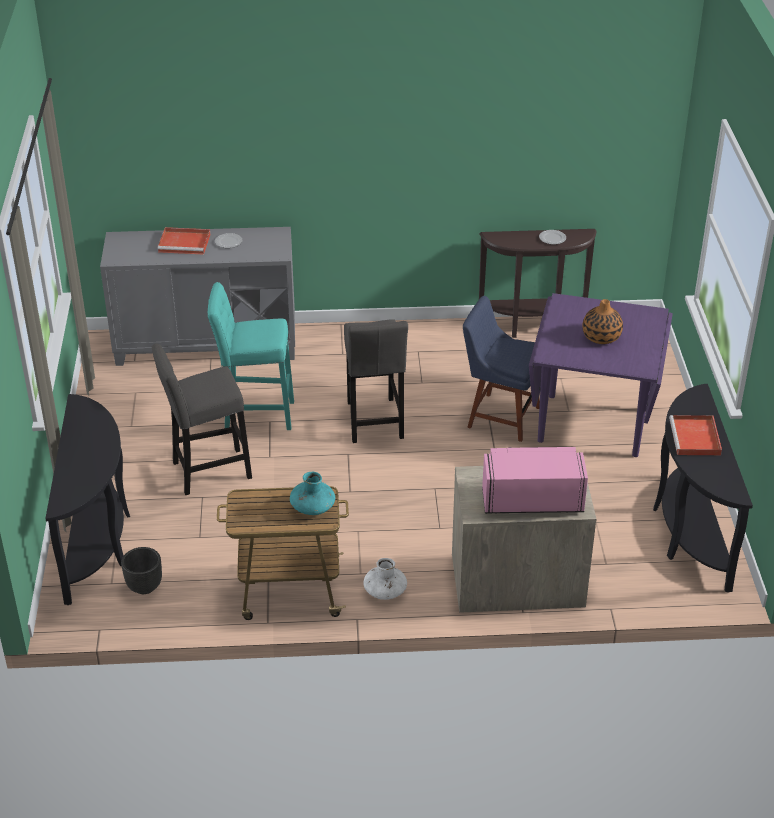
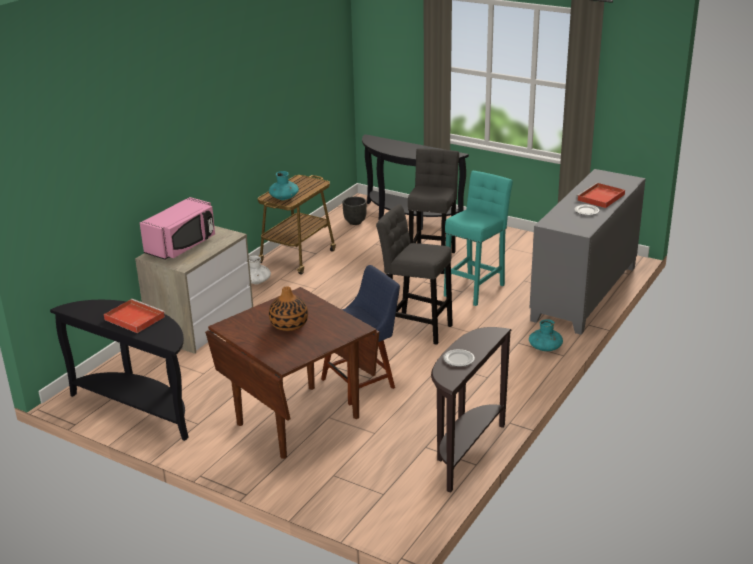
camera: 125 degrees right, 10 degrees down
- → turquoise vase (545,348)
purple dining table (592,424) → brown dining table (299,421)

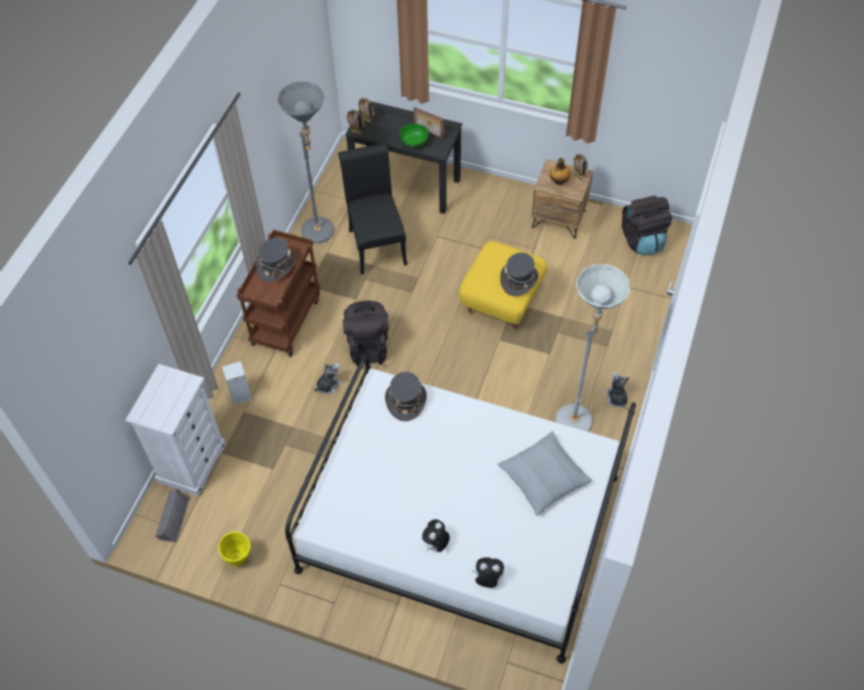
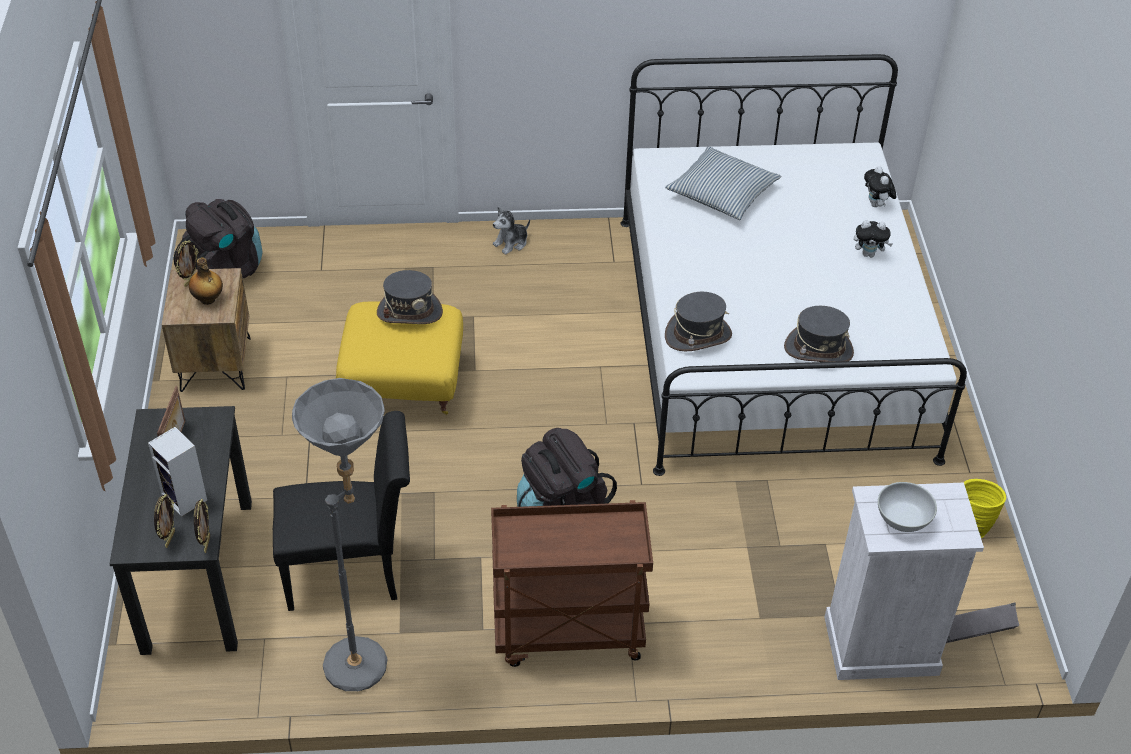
camera: 115 degrees left, 10 degrees down
plush toy (328,385) → -
green bowl (414,143) → -
grey floor lamp (577,414) → -
- → white bowl (903,521)
speaker (240,396) → speaker (186,499), shifted
grey hat (276,266) → grey hat (818,349), shifted
black chair (376,243) → black chair (351,571), 150 degrees counterclockwise

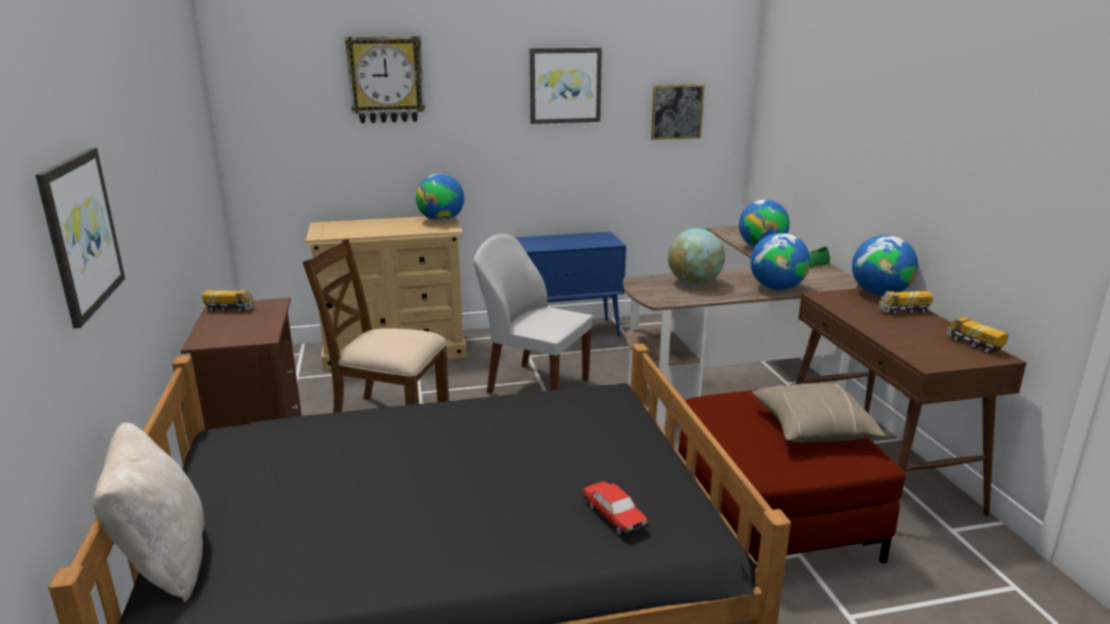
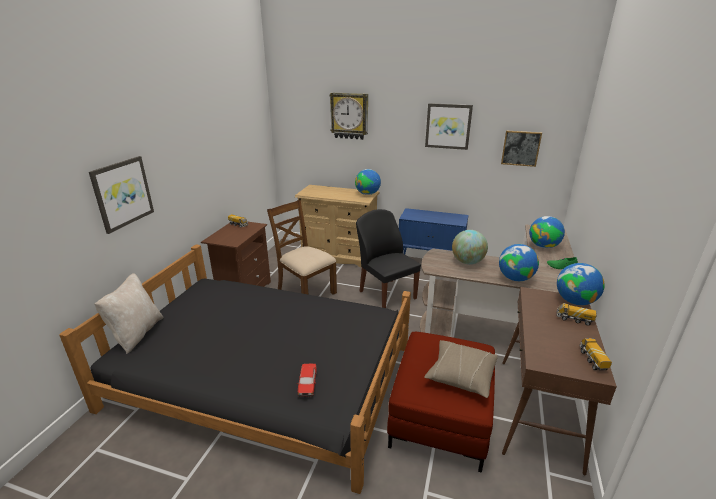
camera: 30 degrees right, 5 degrees up
white chair (535,385) → black chair (386,294)

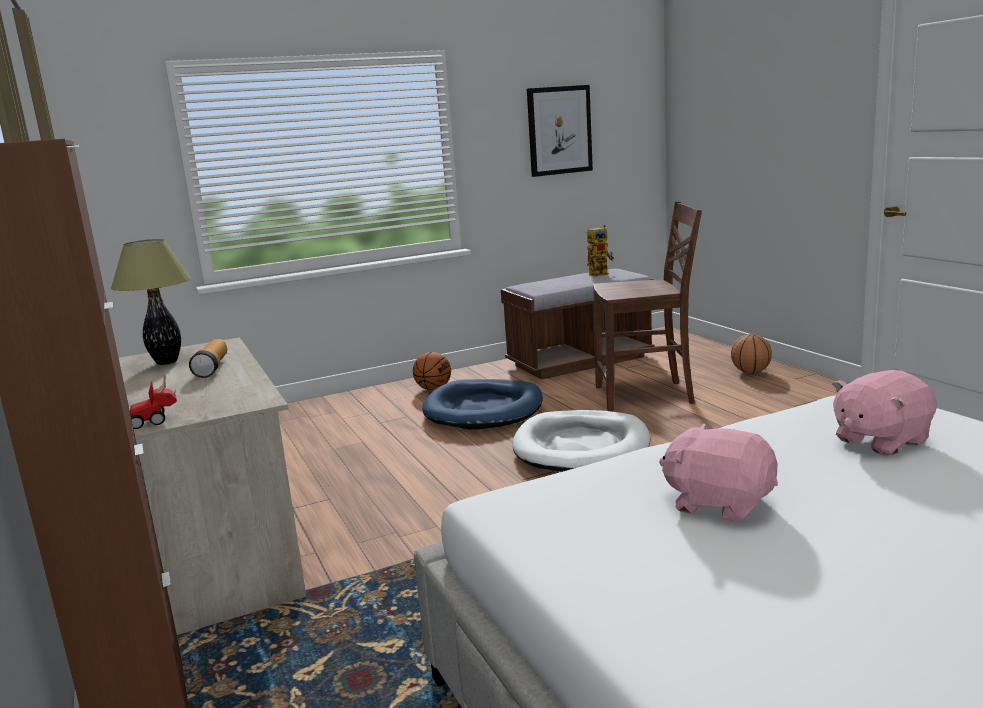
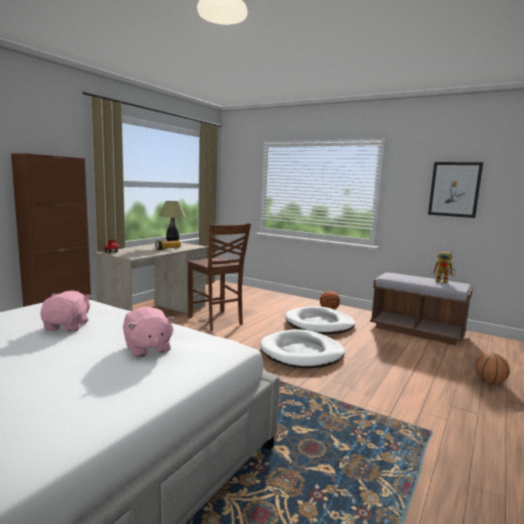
camera: 55 degrees right, 5 degrees down
brown chair (646,396) → brown chair (216,321), shifted
blue dog bed (484,409) → white dog bed (319,324)
pink plush toy (880,440) → pink plush toy (147,348), 150 degrees counterclockwise

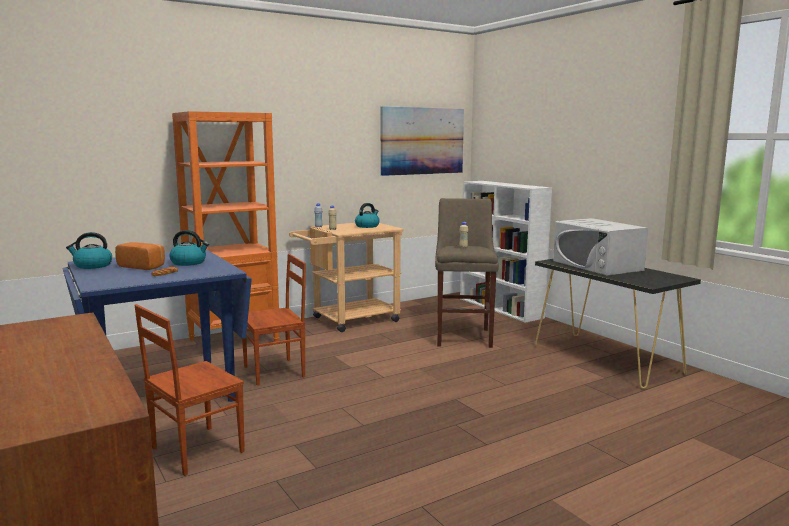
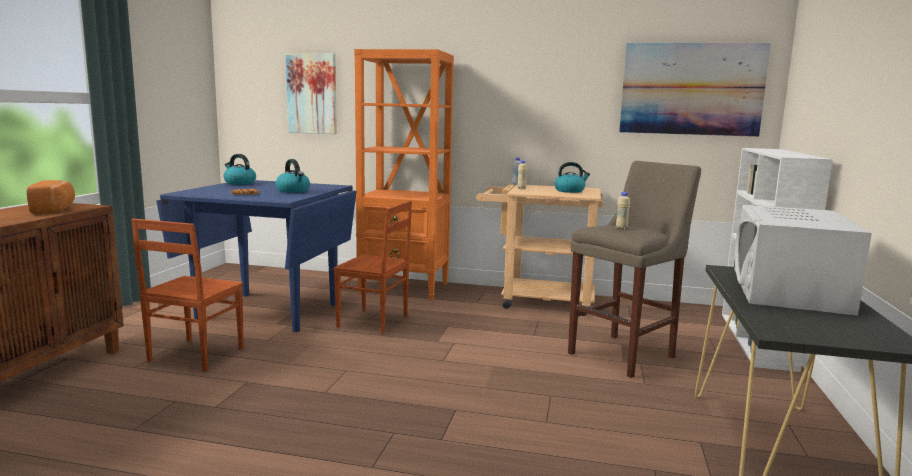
camera: 45 degrees right, 0 degrees up
- → picture (312,93)
bread (143,266) → bread (54,209), shifted
brown chair (195,450) → brown chair (194,355), 75 degrees counterclockwise

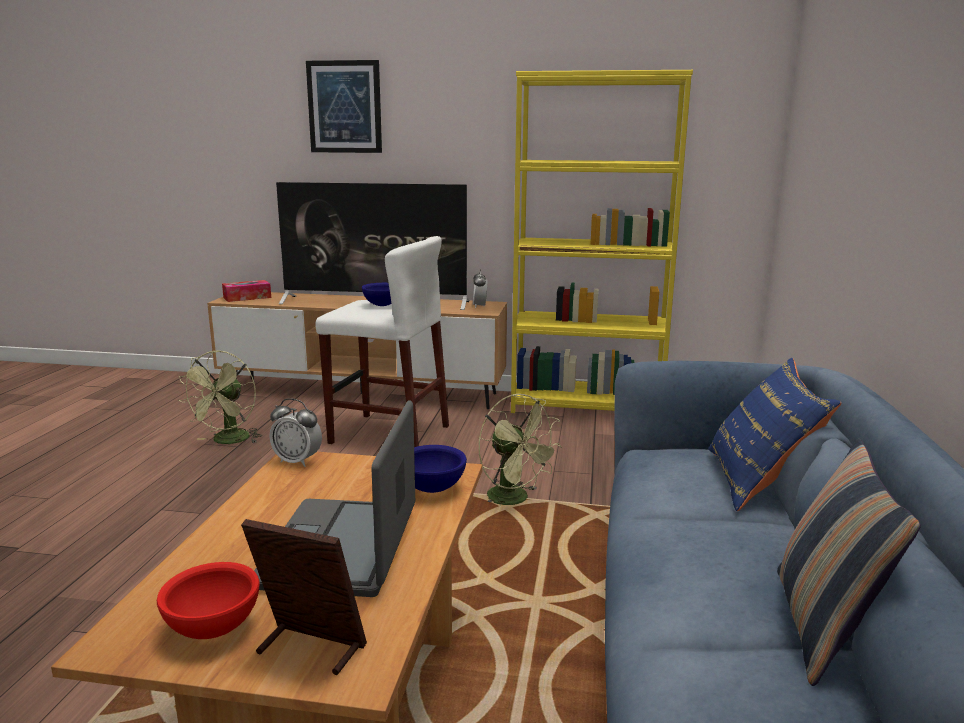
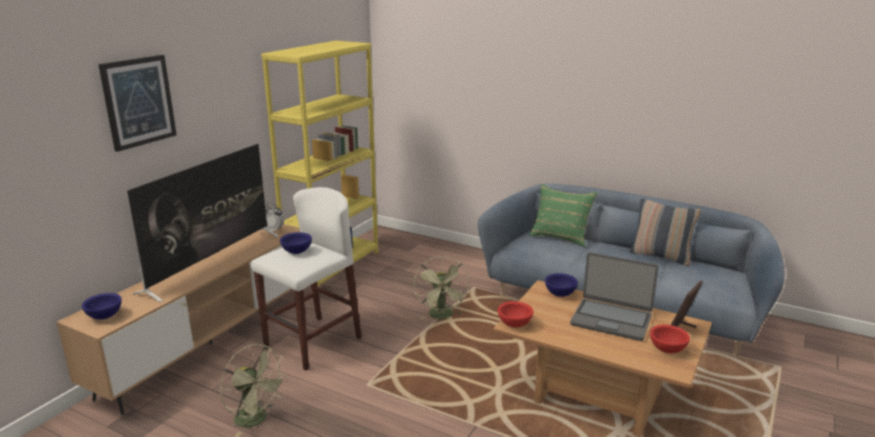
camera: 70 degrees left, 5 degrees up
tissue box (247,297) → blue bowl (105,316)
alarm clock (297,461) → red bowl (514,324)
blue pillow (758,481) → green pillow (561,236)
green fan (515,500) → green fan (442,316), 105 degrees clockwise

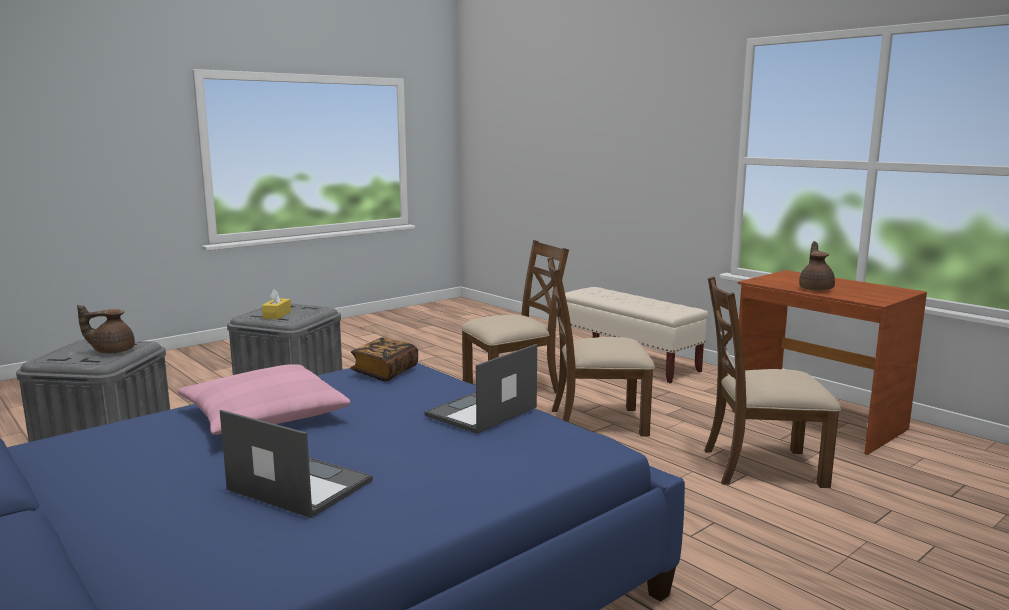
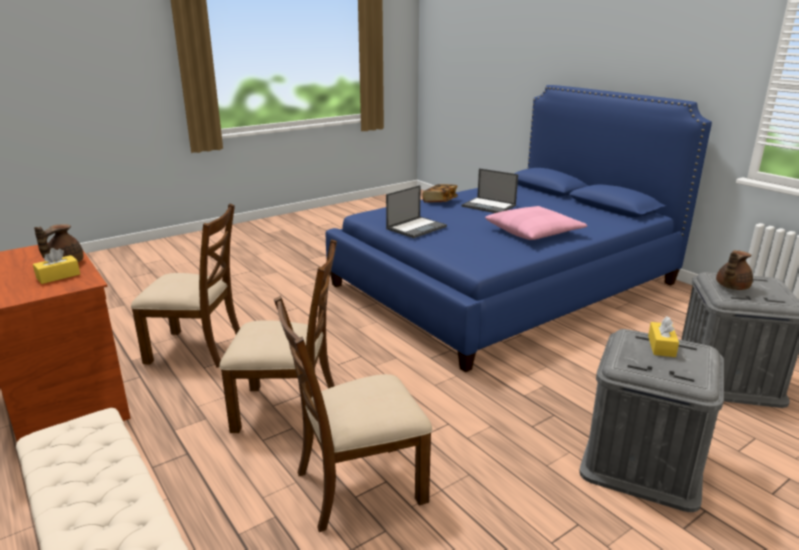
camera: 175 degrees left, 10 degrees up
- → yellow tissue box (58,276)
book (385,372) → book (440,201), shifted
brown teapot (112,351) → brown teapot (731,286), 150 degrees clockwise

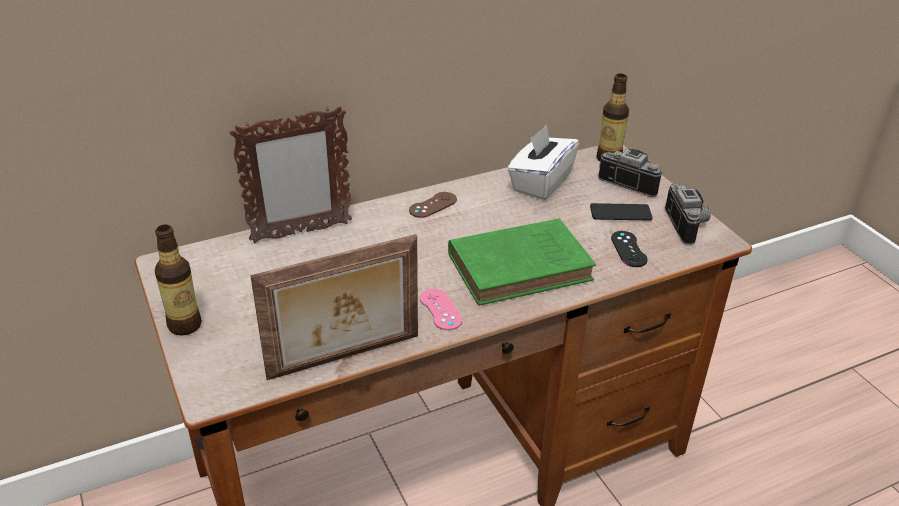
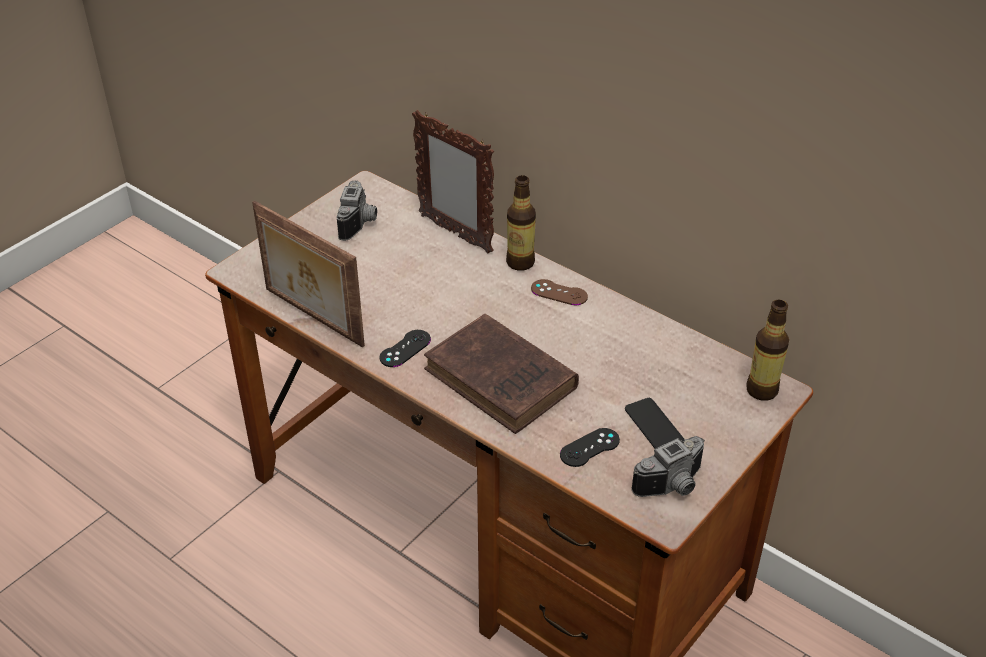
camera: 65 degrees right, 5 degrees up
white tissue box (540,183) → -
bottle (185,325) → bottle (520,262), shifted
photo camera (631,182) → photo camera (360,223), shifted
pink game controller (440,309) → black game controller (405,348)
green book (523,267) → brown book (503,381)

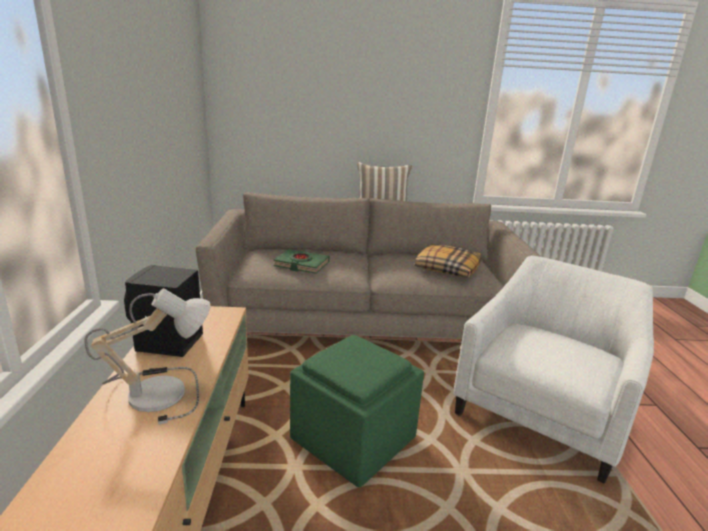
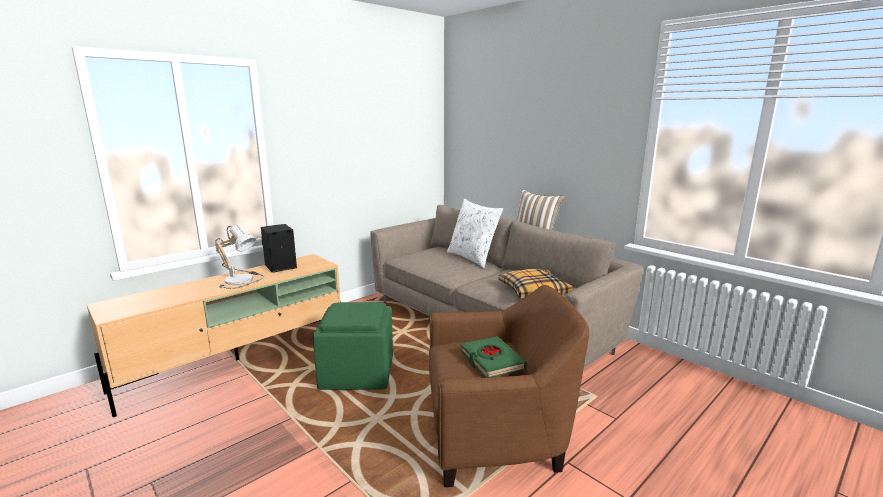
camera: 50 degrees right, 5 degrees down
- → white pillow (472,258)
green book (301,265) → green book (491,361), shifted
white armchair (541,412) → brown armchair (496,432)

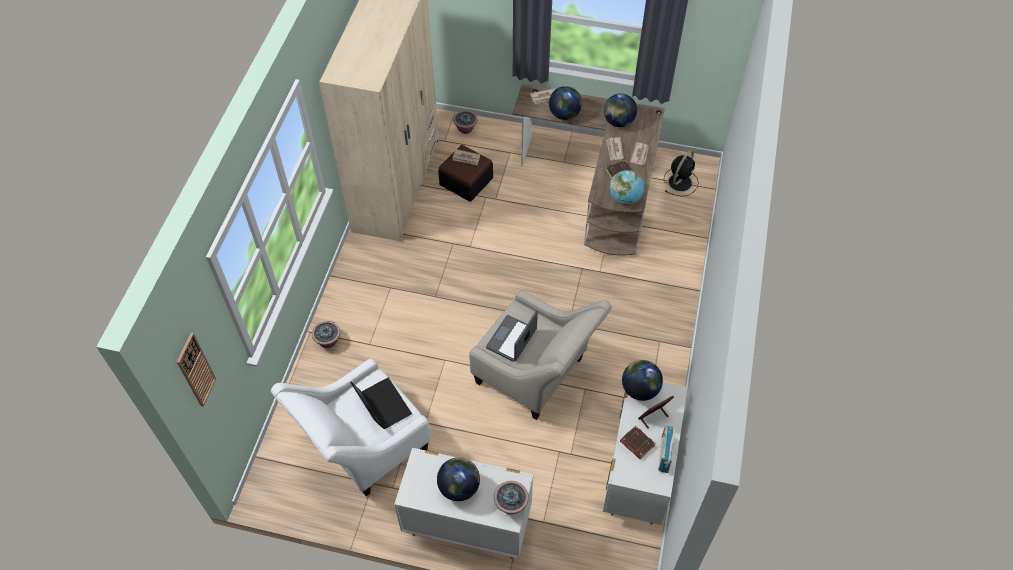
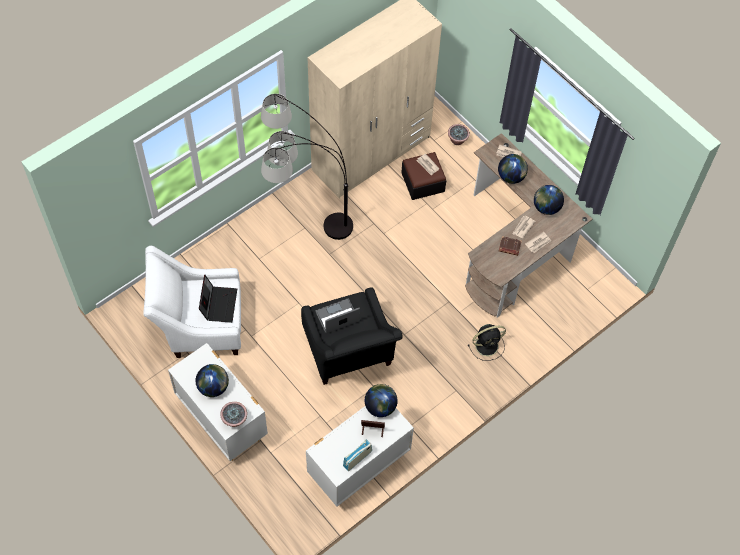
camera: 35 degrees right, 5 degrees up
wall clock (196,370) → -
potted plant (328,341) → -
globe (625,198) → -
brown book (636,443) → -
- → floor lamp (301,228)
black fan (680,182) → black fan (487,345), shifted
beige armchair (536,375) → black armchair (349,355)

